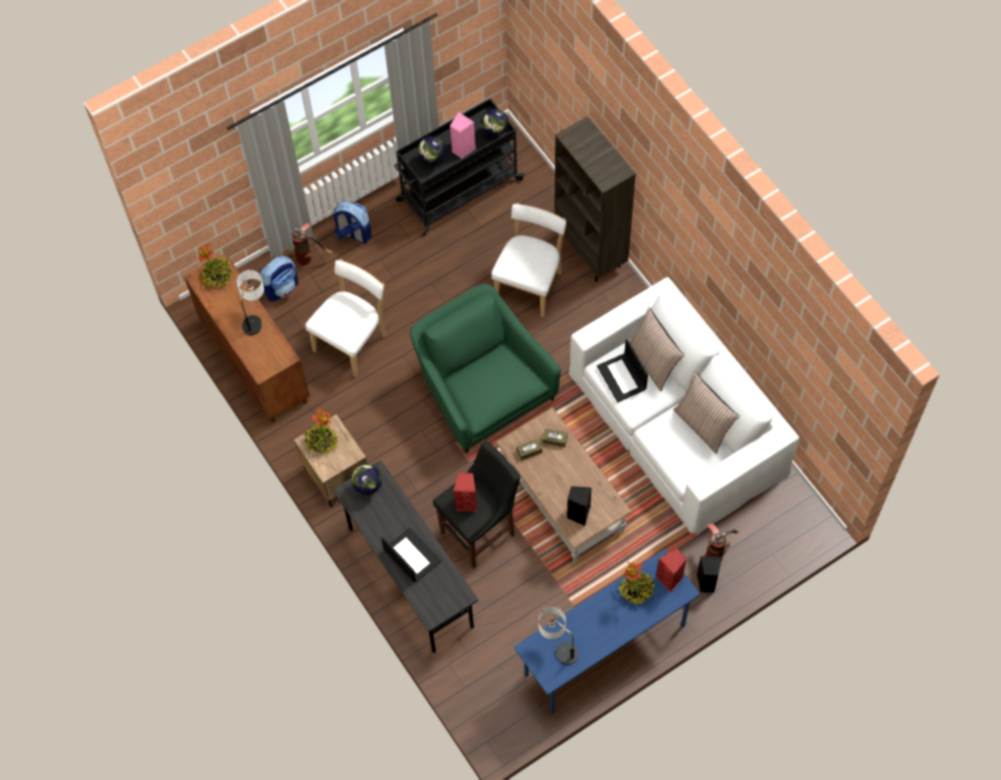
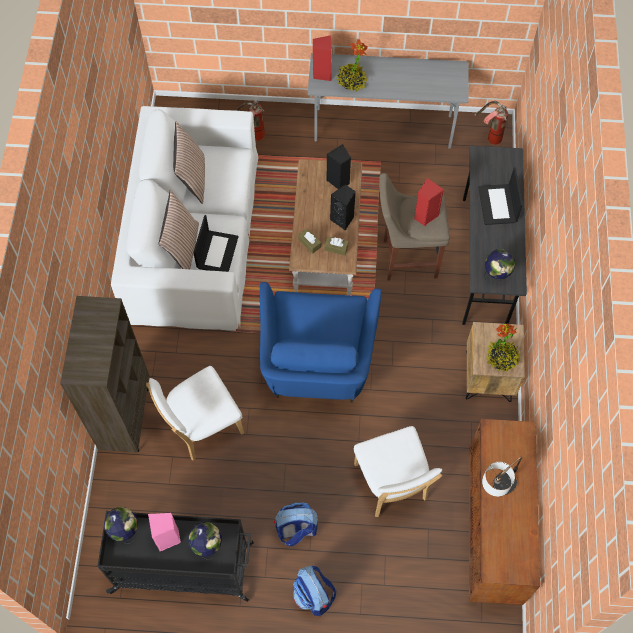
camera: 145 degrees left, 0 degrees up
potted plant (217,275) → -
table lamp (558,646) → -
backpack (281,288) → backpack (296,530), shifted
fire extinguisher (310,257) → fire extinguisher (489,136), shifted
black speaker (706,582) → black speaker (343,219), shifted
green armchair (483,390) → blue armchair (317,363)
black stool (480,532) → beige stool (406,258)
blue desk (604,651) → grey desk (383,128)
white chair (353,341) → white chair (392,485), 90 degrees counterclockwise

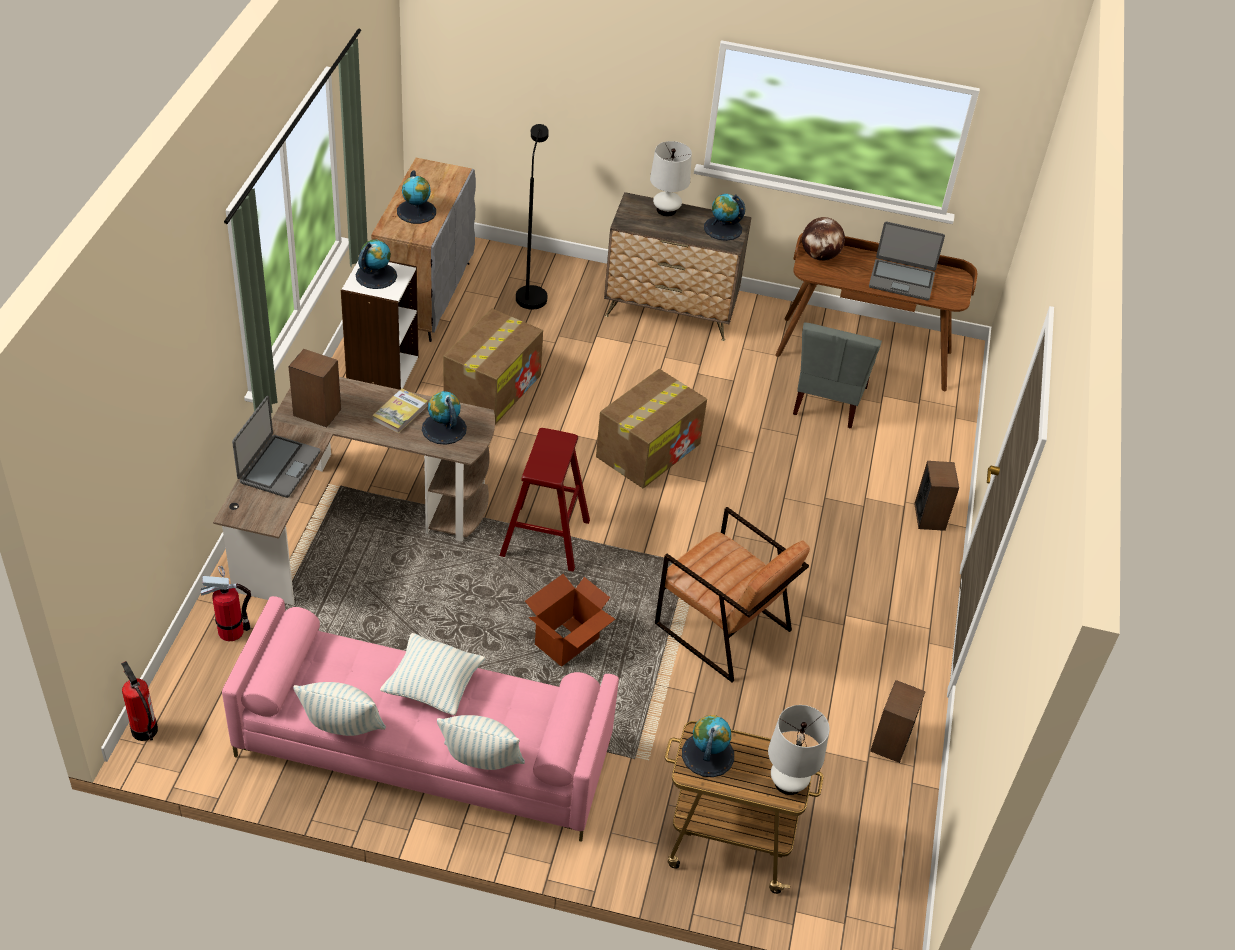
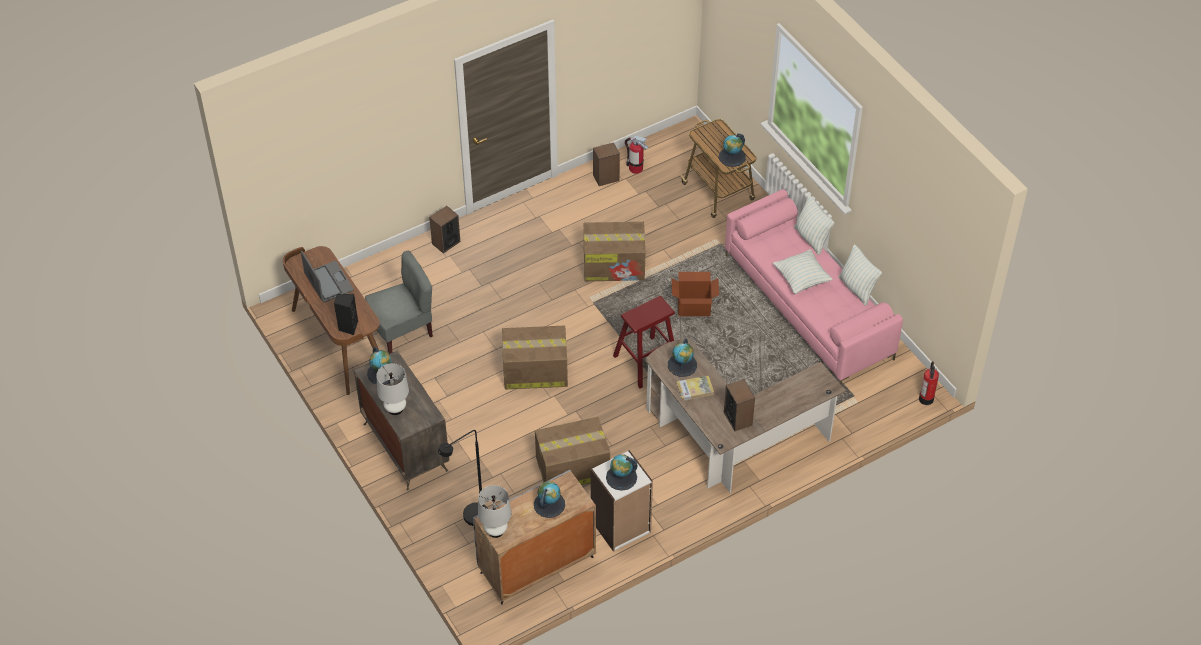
camera: 130 degrees left, 5 degrees up
laptop (278,467) → -
fire extinguisher (231,631) → fire extinguisher (635,168), shifted
white table lamp (788,783) → white table lamp (495,530), shifted
brown armchair (722,627) → cardboard box (615,265)
globe (820,256) → black speaker (348,327)

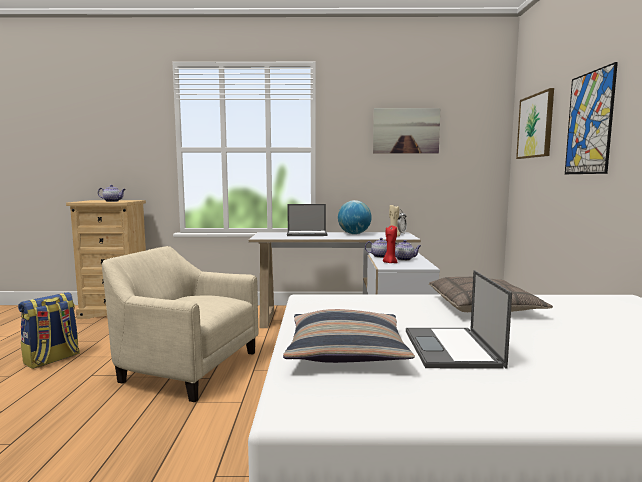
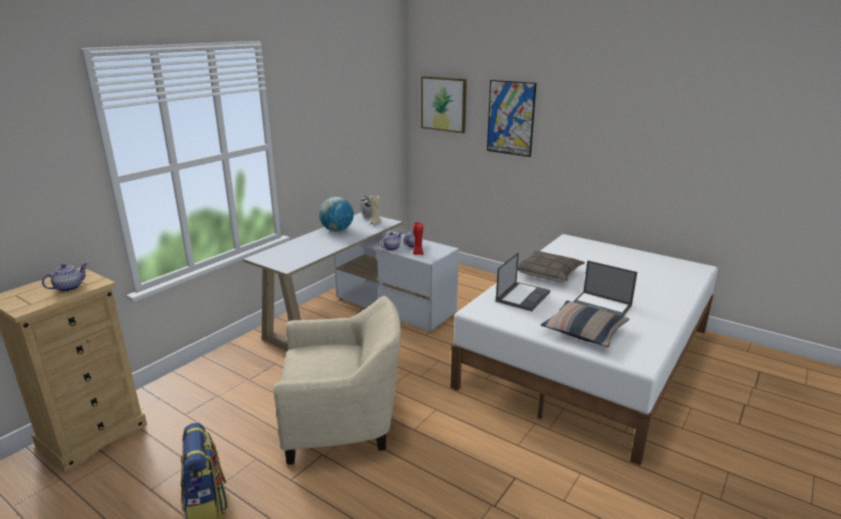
camera: 55 degrees left, 15 degrees up
picture (406,131) → -
laptop (307,234) → laptop (523,296), shifted
beige armchair (185,367) → beige armchair (342,420), 150 degrees counterclockwise

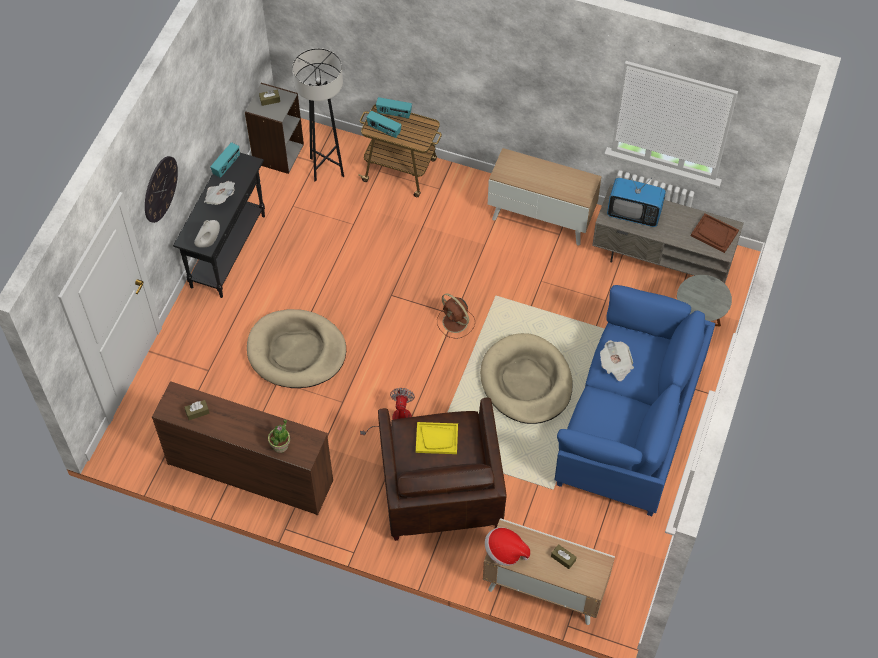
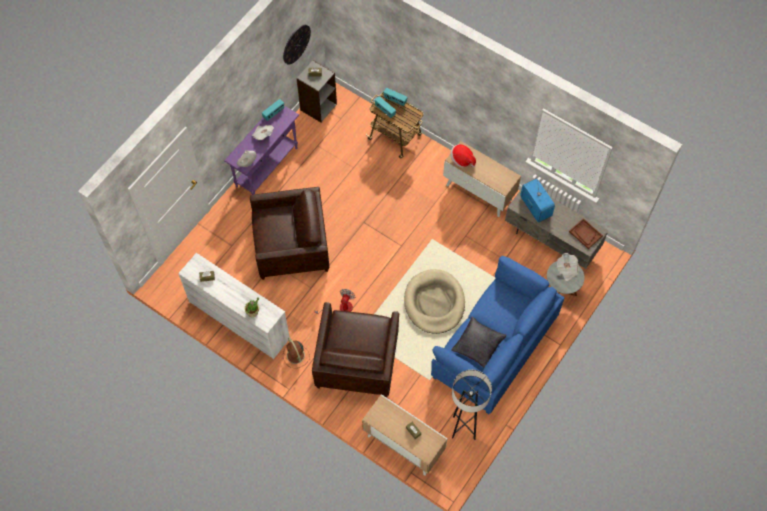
camera: 15 degrees right, 5 degrees up
yellow tray (437,438) → -
- → black pillow (478,345)
wall clock (160,189) → wall clock (296,44), shifted
grey floor lamp (327,167) → grey floor lamp (463,428), shifted
brown fan (456,323) → brown fan (296,356), shifted
hat (505,551) → hat (462,160), shifted
newspaper (616,365) → newspaper (566,269), shifted
beige dog bed (296,351) → brown armchair (291,246)
brown dresser (250,471) → white dresser (239,319)
black console table (228,251) → purple console table (267,167)
television (634,214) → television (535,207), 150 degrees counterclockwise

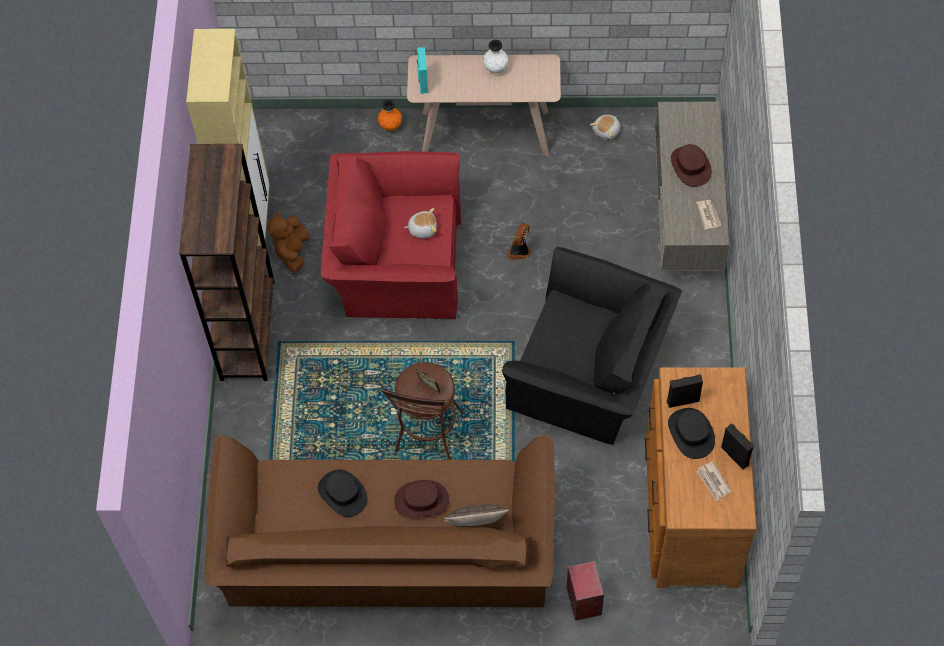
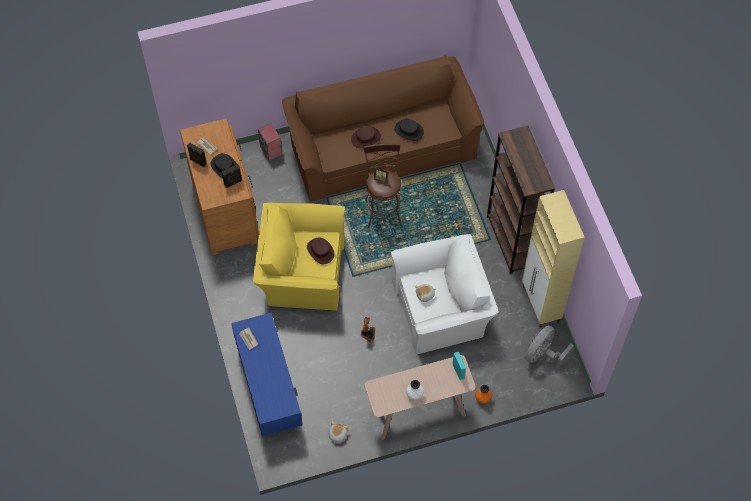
camera: 160 degrees right, 0 degrees up
brown plush toy (292,251) → -
pillow (476,526) → -
- → grey fan (543,355)
brown hat (690,166) → brown hat (320,251), shifted
red armchair (395,260) → white armchair (442,307)
black armchair (591,372) → yellow armchair (301,270)
grey tv stand (687,215) → blue tv stand (268,387)

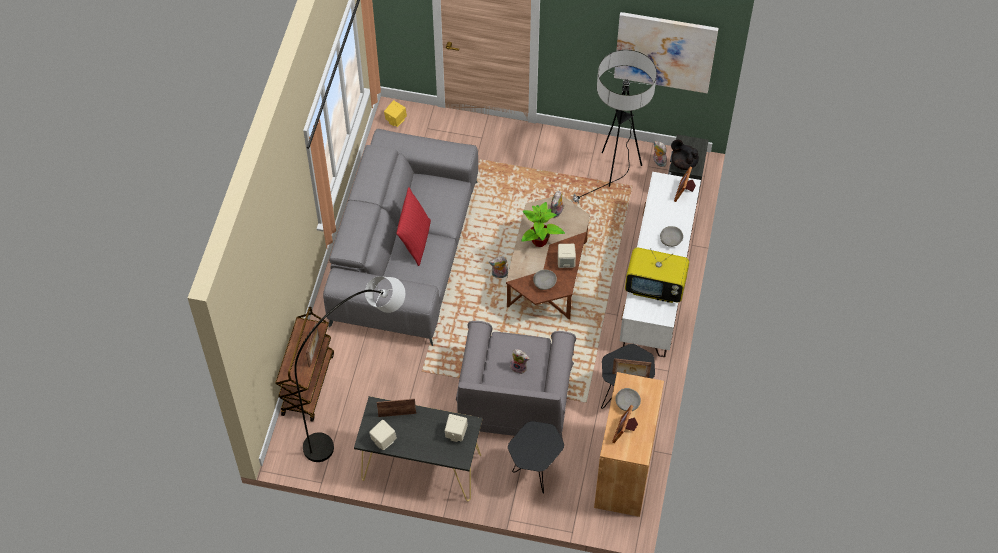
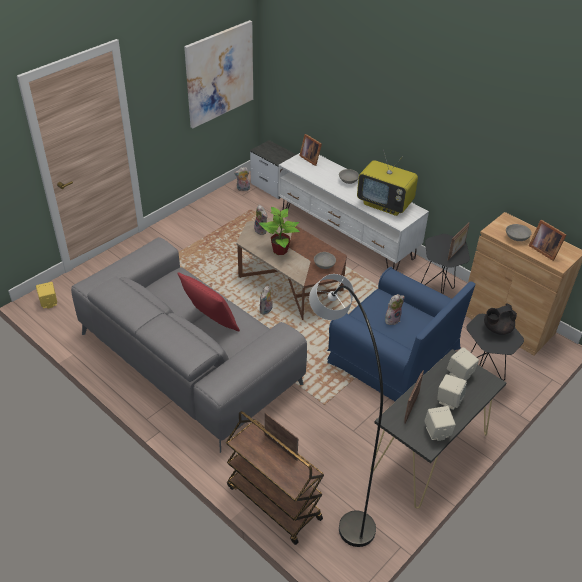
camera: 60 degrees left, 15 degrees down
floor lamp (615,172) → -
beige speaker (566,262) → beige speaker (449,400), shifted
black teapot (683,162) → black teapot (496,329), shifted
grey armchair (514,396) → blue armchair (394,355)
television (655,287) → television (385,204), 75 degrees clockwise

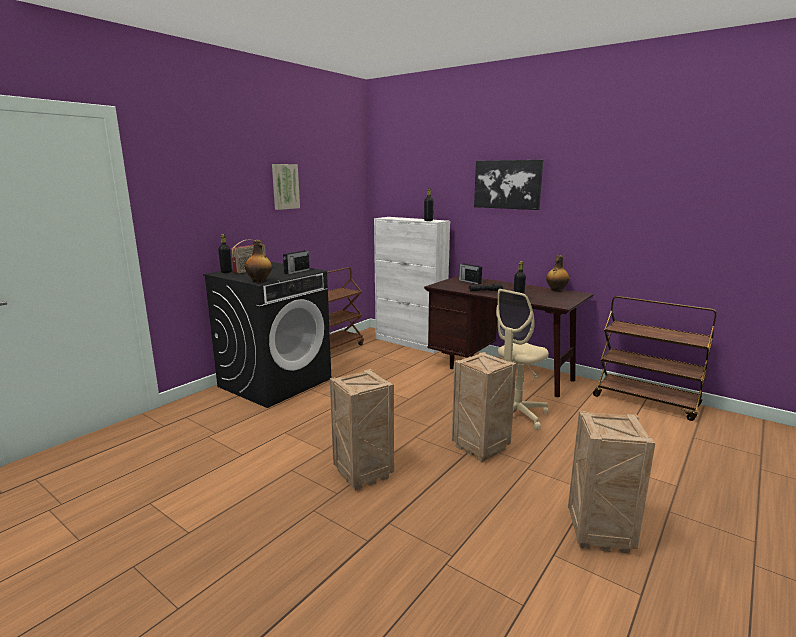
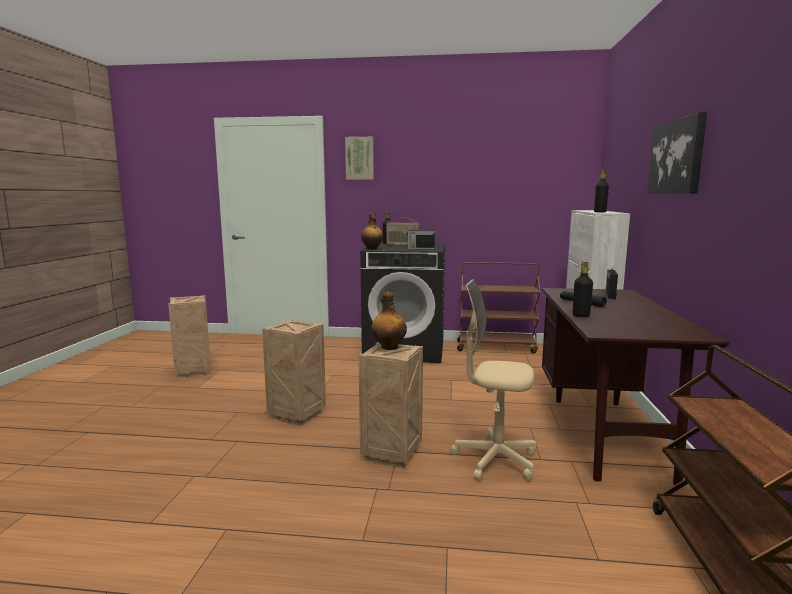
camera: 60 degrees right, 5 degrees down
picture (285,186) → picture (360,158), shifted
bottle (556,290) → bottle (389,347), shifted
crate (600,533) → crate (194,371), shifted

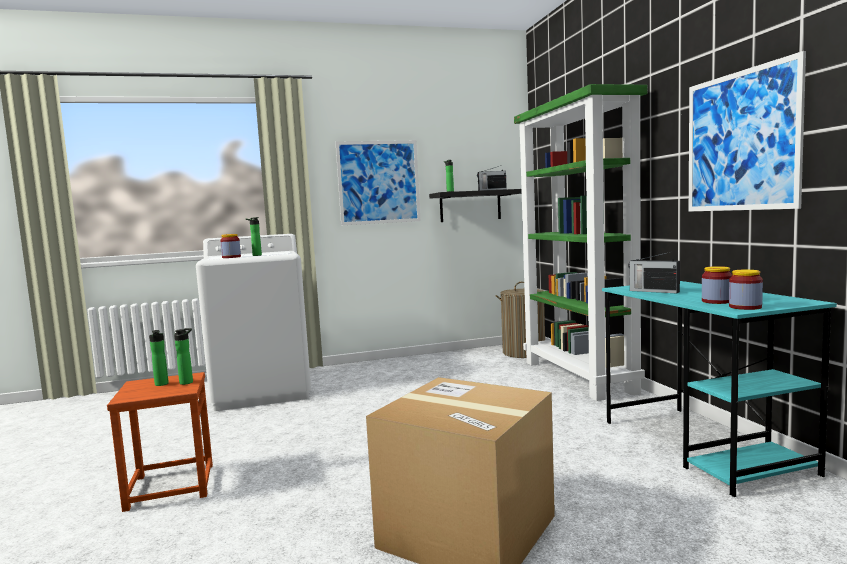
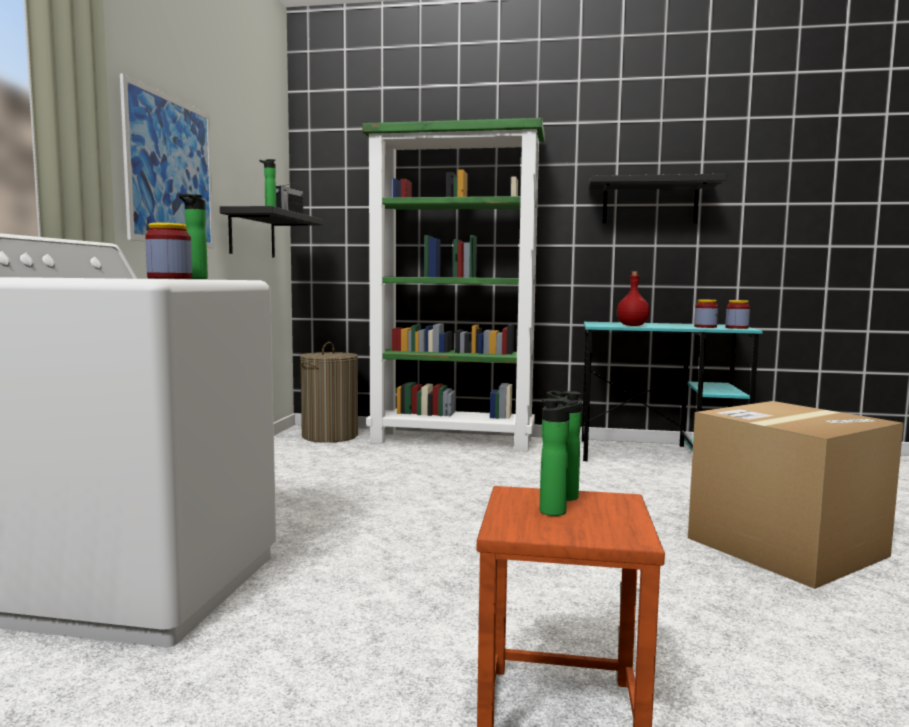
camera: 65 degrees left, 0 degrees up
radio (653,291) → red bottle (632,325)
picture (740,141) → black shelf (650,203)

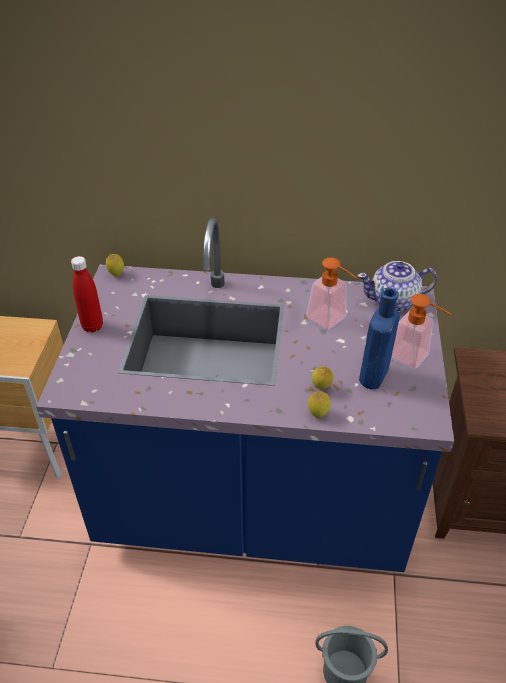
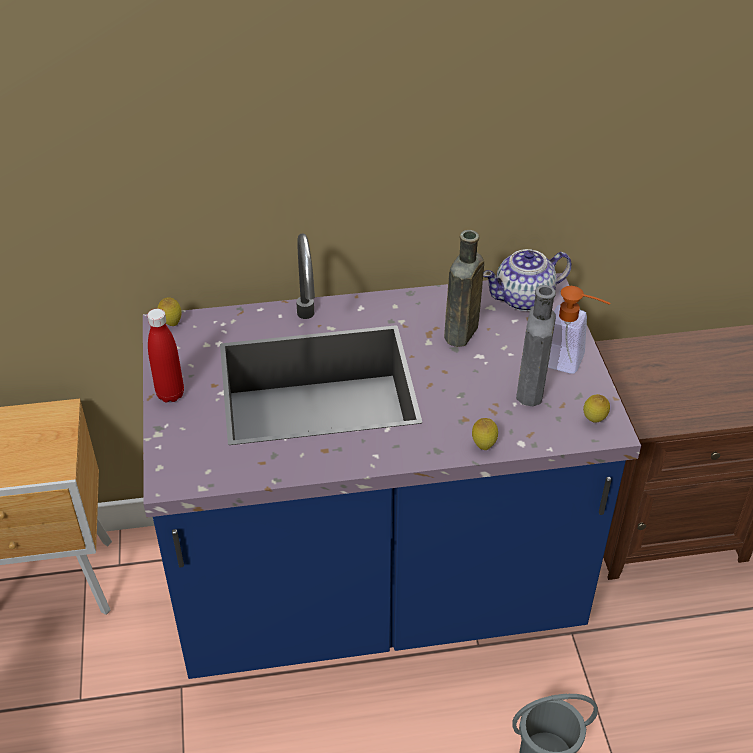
camera: 15 degrees left, 0 degrees up
lemon (321,388) → lemon (594,421), shifted
soap dispenser (331,321) → brown bottle (460,335)
blue bottle (373,377) → grey bottle (530,392)

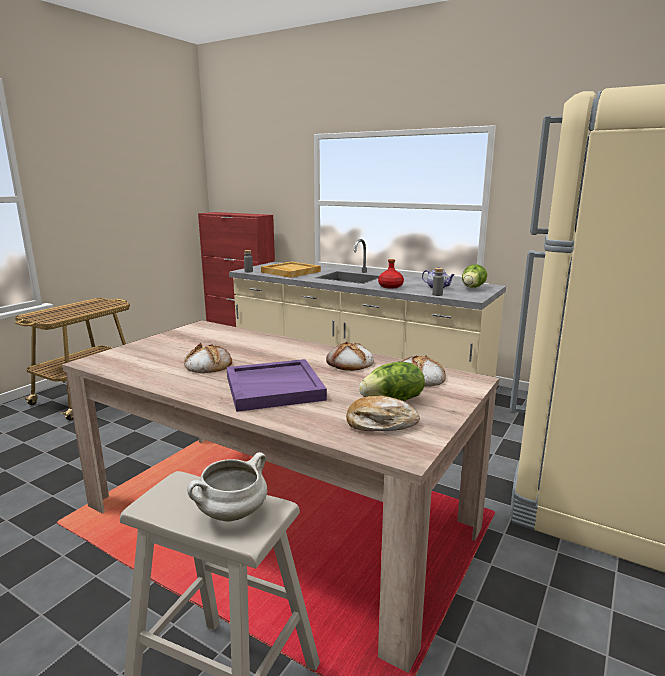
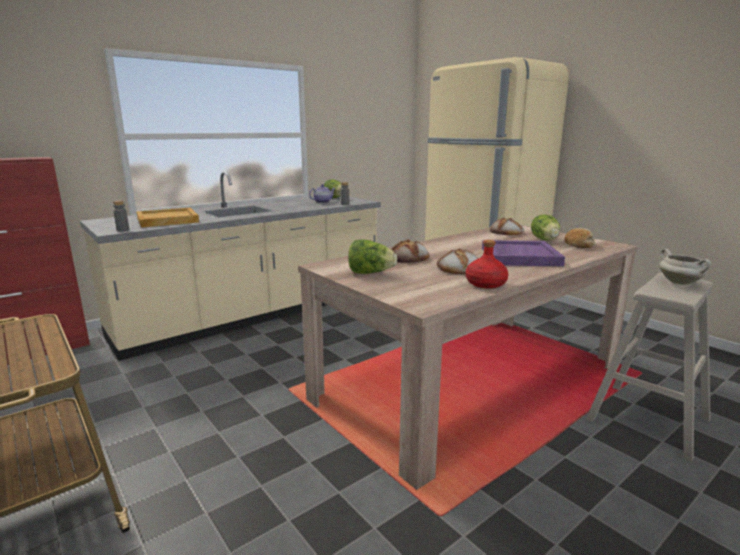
camera: 70 degrees left, 0 degrees up
- → lettuce (370,273)
bread (350,363) → bread (408,257), shifted
red bottle (390,286) → red bottle (486,284), shifted

